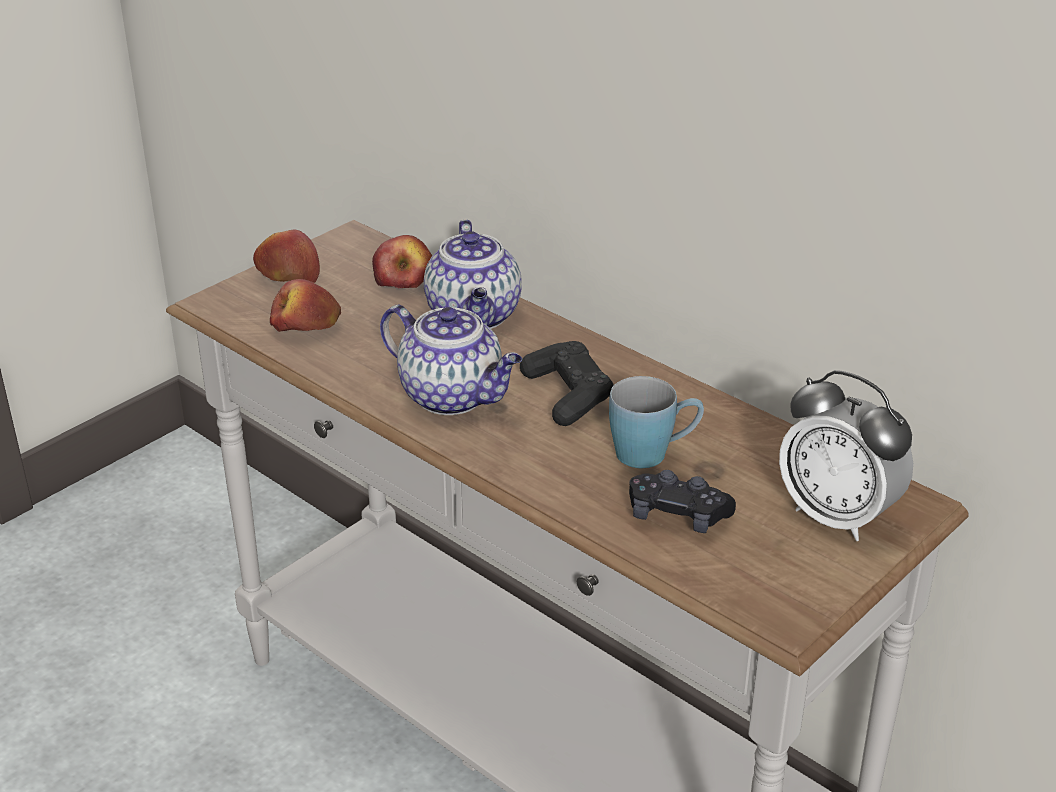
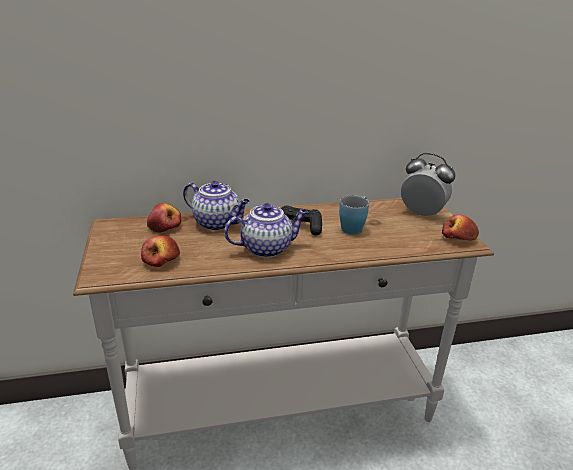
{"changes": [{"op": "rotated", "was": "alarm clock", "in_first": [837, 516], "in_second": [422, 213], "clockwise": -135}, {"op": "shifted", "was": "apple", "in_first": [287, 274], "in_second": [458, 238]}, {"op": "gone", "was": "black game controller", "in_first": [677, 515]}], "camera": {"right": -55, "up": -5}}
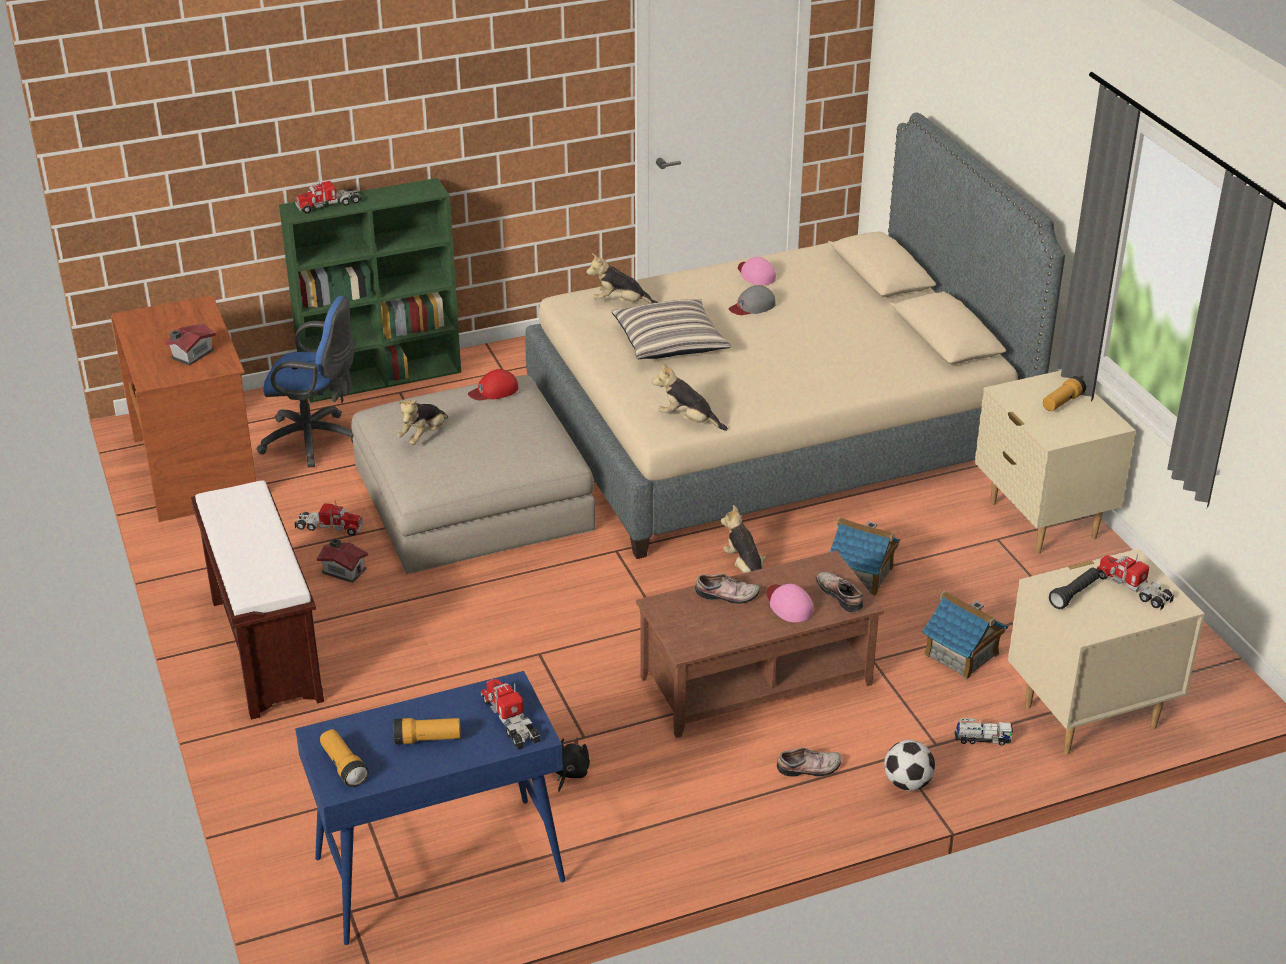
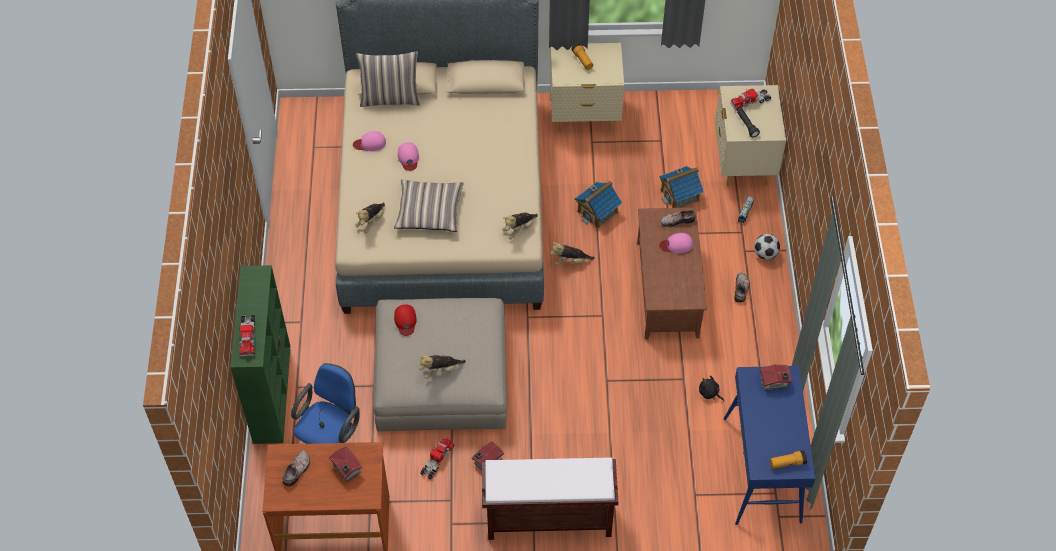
{"changes": [{"op": "shifted", "was": "shoe", "in_first": [727, 596], "in_second": [297, 470]}, {"op": "new", "now": "pillow", "in_second": [390, 98]}, {"op": "repainted", "was": "grey cap", "now": "pink cap", "in_first": [752, 306], "in_second": [408, 157]}, {"op": "rotated", "was": "plush toy", "in_first": [423, 436], "in_second": [440, 371], "clockwise": 105}, {"op": "swapped", "was": "toy truck", "now": "toy house", "in_first": [510, 720], "in_second": [774, 382]}, {"op": "gone", "was": "flashlight", "in_first": [427, 739]}], "camera": {"right": -70, "up": 20}}
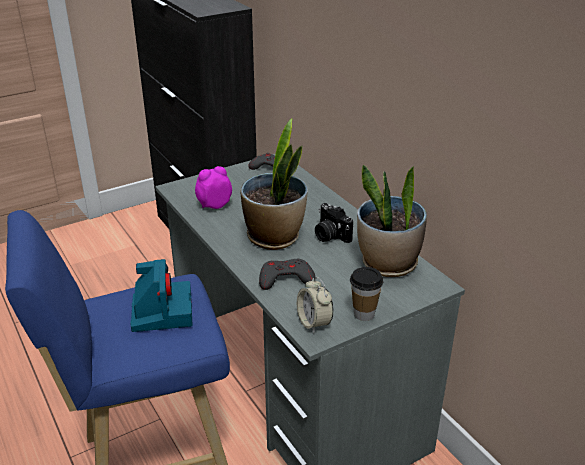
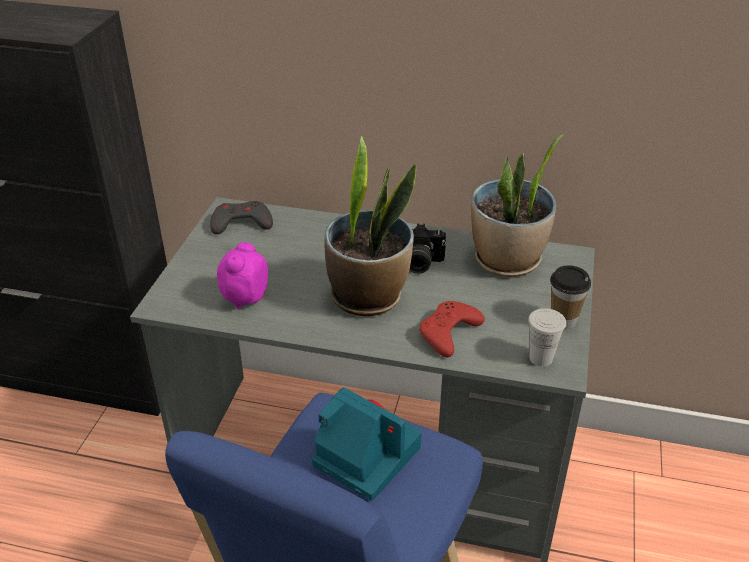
{"changes": [{"op": "repainted", "was": "grey game controller", "now": "red game controller", "in_first": [285, 279], "in_second": [448, 332]}, {"op": "swapped", "was": "alarm clock", "now": "white cup", "in_first": [314, 323], "in_second": [541, 358]}], "camera": {"right": -45, "up": 5}}
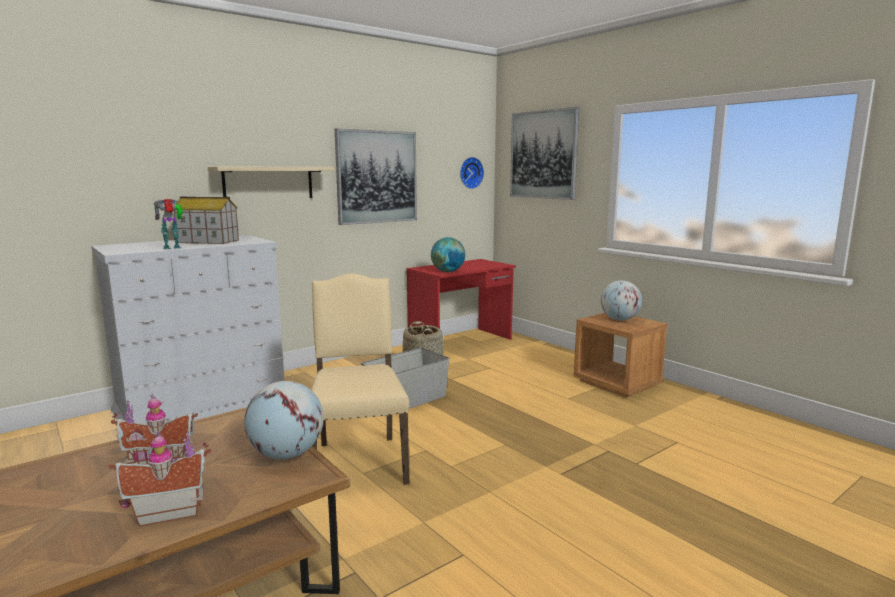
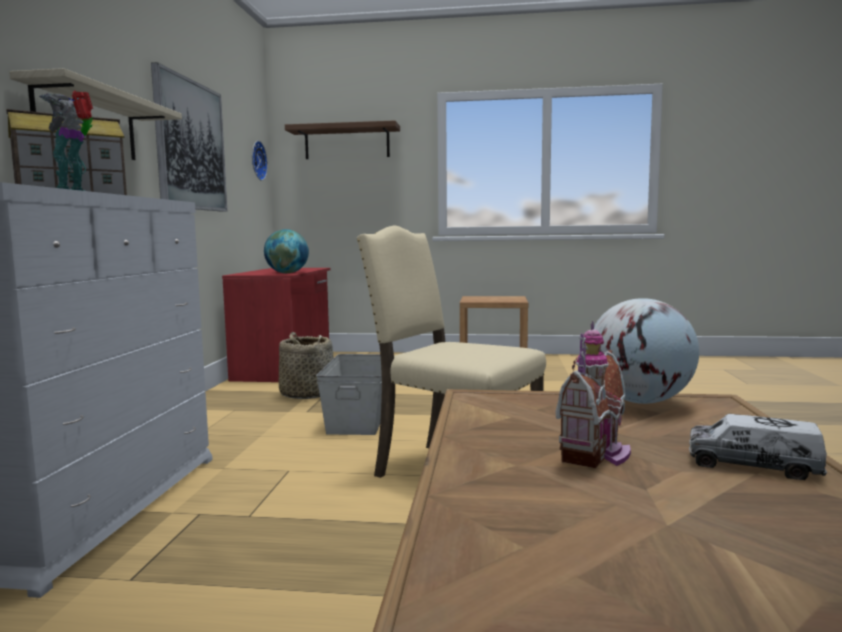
{"changes": [{"op": "swapped", "was": "picture", "now": "brown shelf", "in_first": [543, 154], "in_second": [347, 142]}, {"op": "swapped", "was": "toy house", "now": "toy truck", "in_first": [168, 512], "in_second": [752, 465]}, {"op": "gone", "was": "globe", "in_first": [619, 319]}], "camera": {"right": -45, "up": -5}}
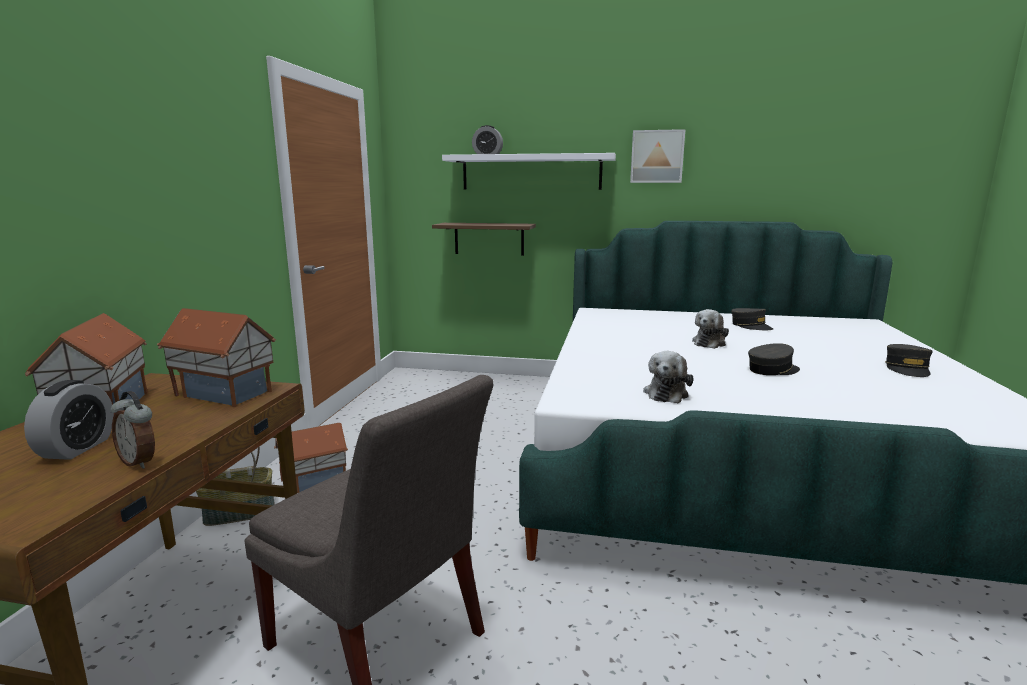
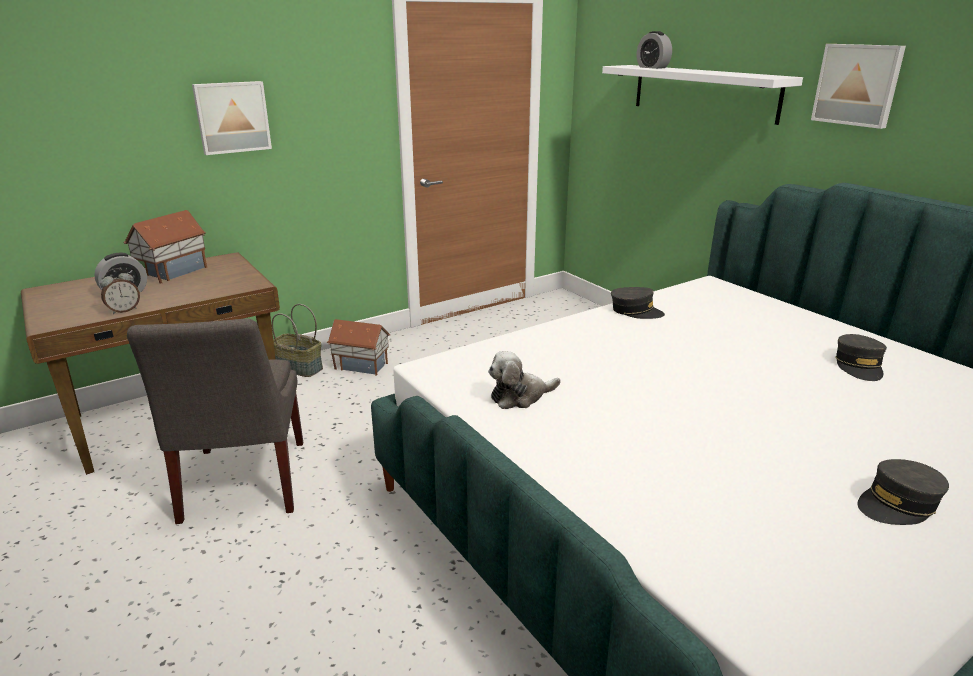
{"changes": [{"op": "rotated", "was": "alarm clock", "in_first": [140, 462], "in_second": [124, 310], "clockwise": -120}, {"op": "new", "now": "picture", "in_second": [232, 117]}, {"op": "shifted", "was": "grey cap", "in_first": [772, 370], "in_second": [635, 311]}, {"op": "gone", "was": "toy house", "in_first": [226, 392]}, {"op": "gone", "was": "shelf", "in_first": [489, 239]}, {"op": "gone", "was": "plush toy", "in_first": [710, 343]}], "camera": {"right": 45, "up": 10}}
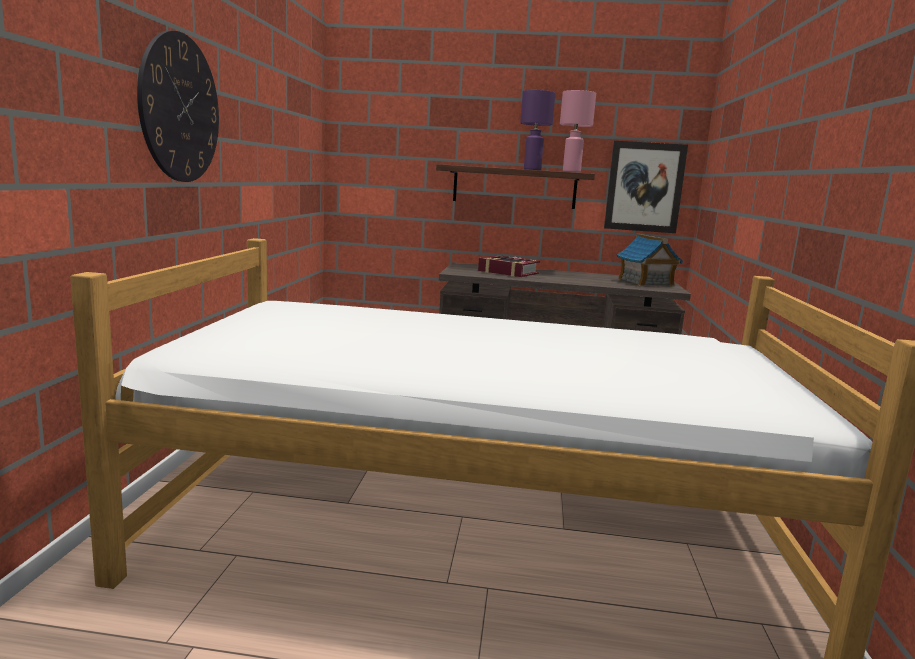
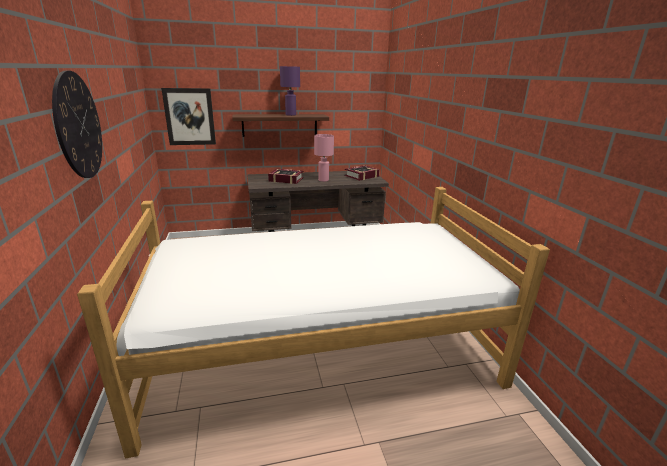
{"changes": [{"op": "shifted", "was": "picture", "in_first": [644, 187], "in_second": [189, 117]}, {"op": "shifted", "was": "pink table lamp", "in_first": [572, 172], "in_second": [323, 180]}, {"op": "swapped", "was": "toy house", "now": "book", "in_first": [645, 282], "in_second": [362, 176]}], "camera": {"right": -20, "up": 10}}
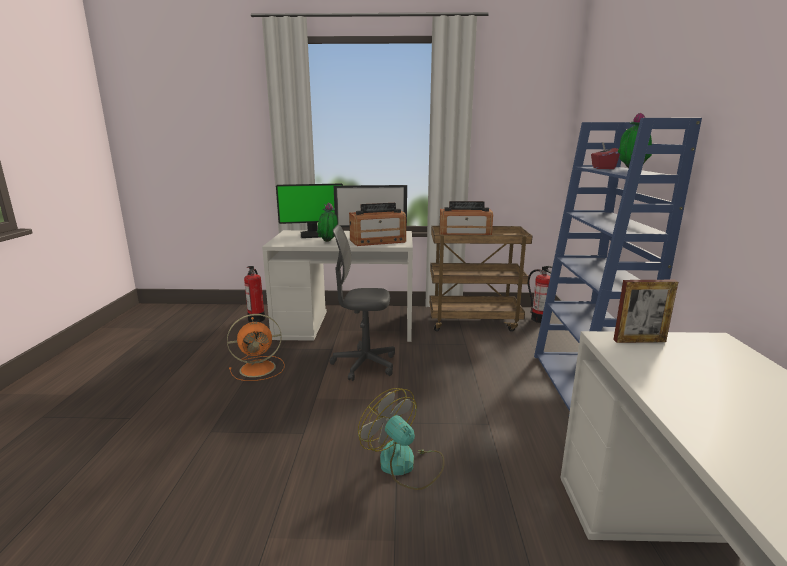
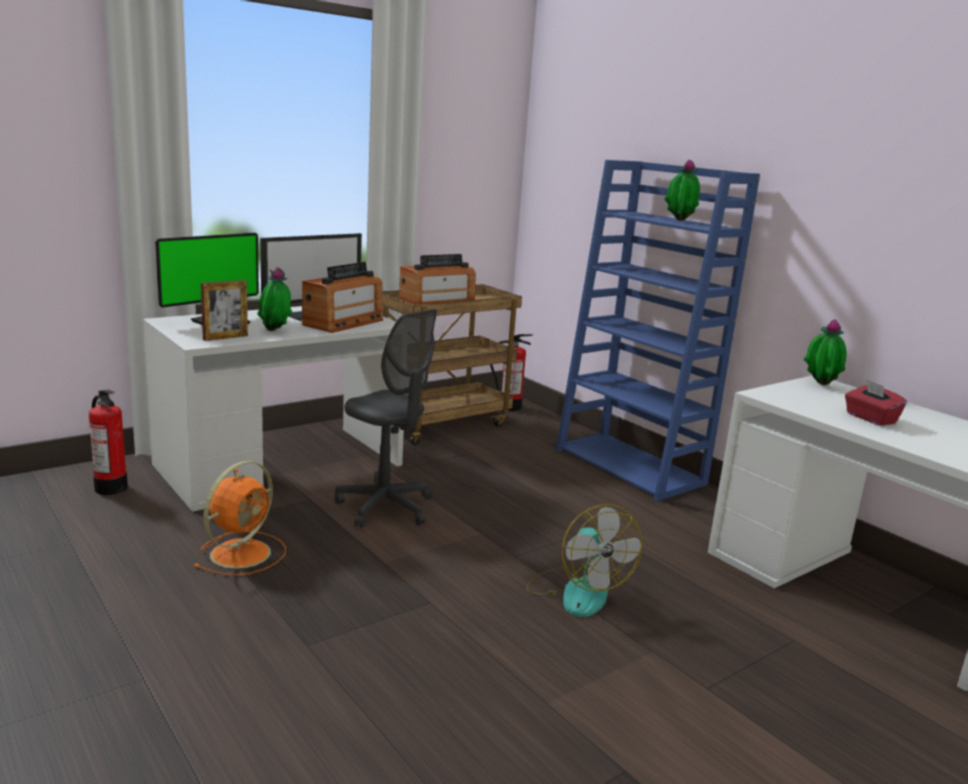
{"changes": [{"op": "shifted", "was": "picture frame", "in_first": [639, 341], "in_second": [225, 337]}, {"op": "rotated", "was": "grey office chair", "in_first": [364, 364], "in_second": [385, 507], "clockwise": -105}, {"op": "rotated", "was": "fan", "in_first": [404, 465], "in_second": [577, 591], "clockwise": -120}, {"op": "new", "now": "potted plant", "in_second": [819, 385]}, {"op": "shifted", "was": "red tissue box", "in_first": [602, 168], "in_second": [870, 418]}], "camera": {"right": -40, "up": 0}}
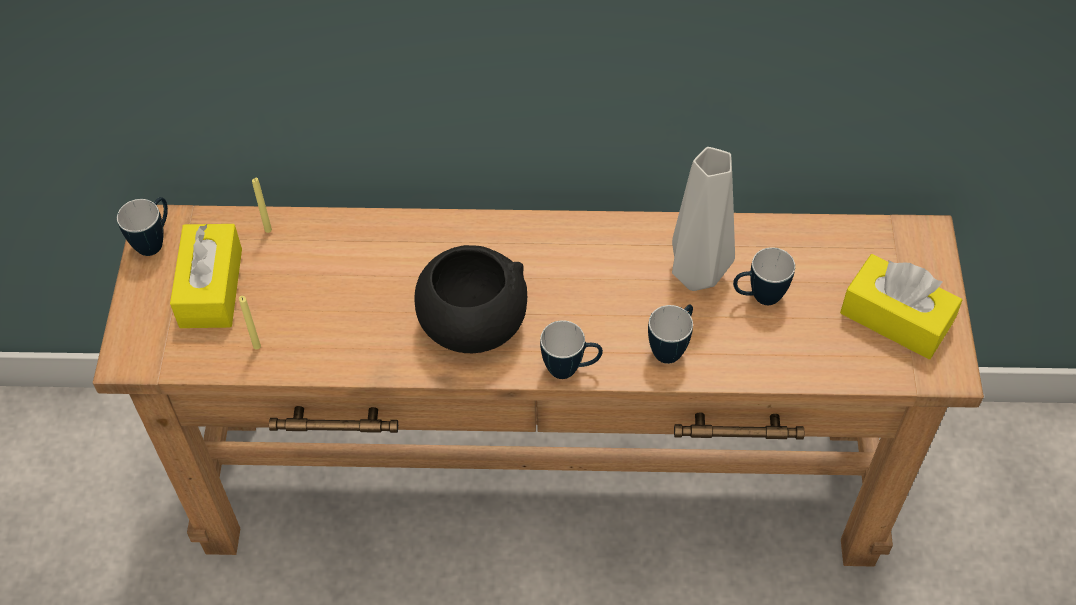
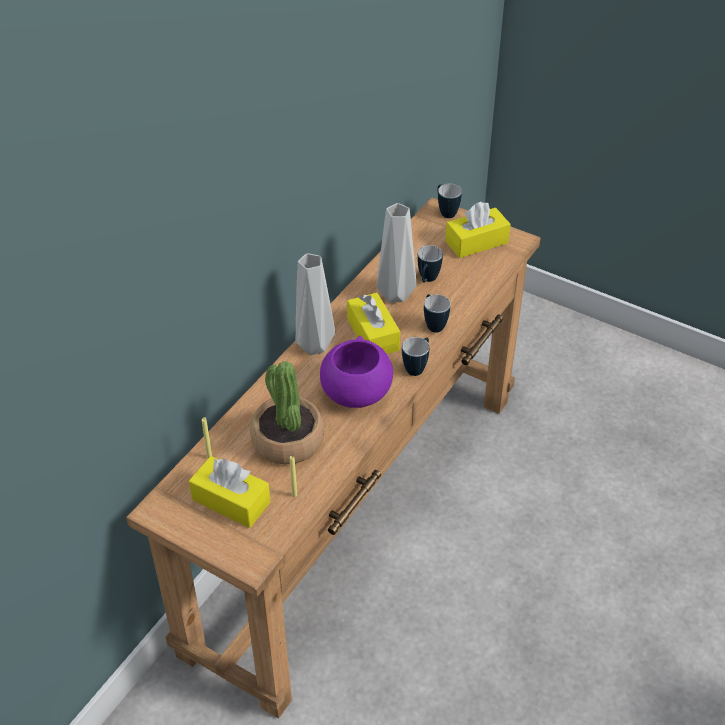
{"changes": [{"op": "new", "now": "potted plant", "in_second": [287, 440]}, {"op": "new", "now": "grey vase", "in_second": [316, 346]}, {"op": "repainted", "was": "black bowl", "now": "purple bowl", "in_first": [472, 324], "in_second": [356, 394]}, {"op": "new", "now": "yellow tissue box", "in_second": [373, 335]}, {"op": "shifted", "was": "mug", "in_first": [155, 241], "in_second": [445, 212]}], "camera": {"right": -60, "up": -10}}
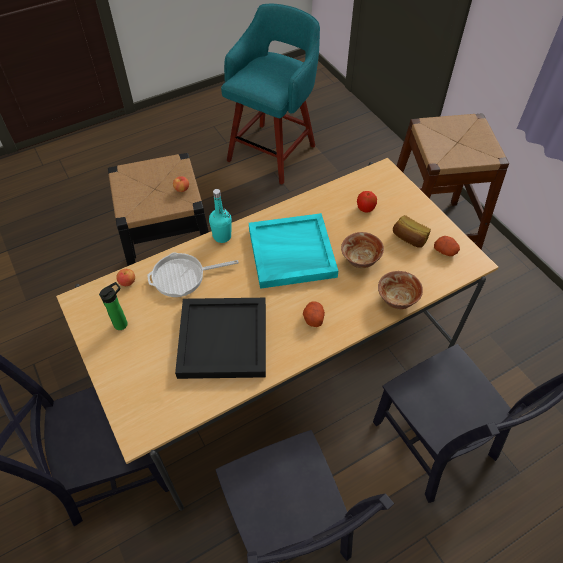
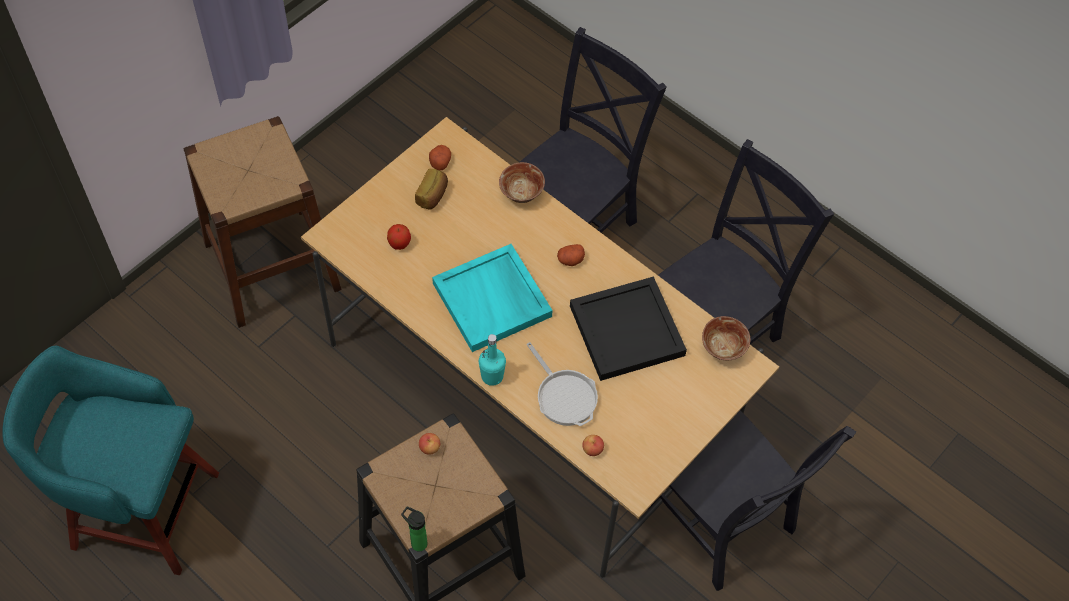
{"changes": [{"op": "shifted", "was": "bottle", "in_first": [122, 323], "in_second": [417, 542]}, {"op": "shifted", "was": "bowl", "in_first": [360, 261], "in_second": [723, 349]}], "camera": {"right": -110, "up": 5}}
